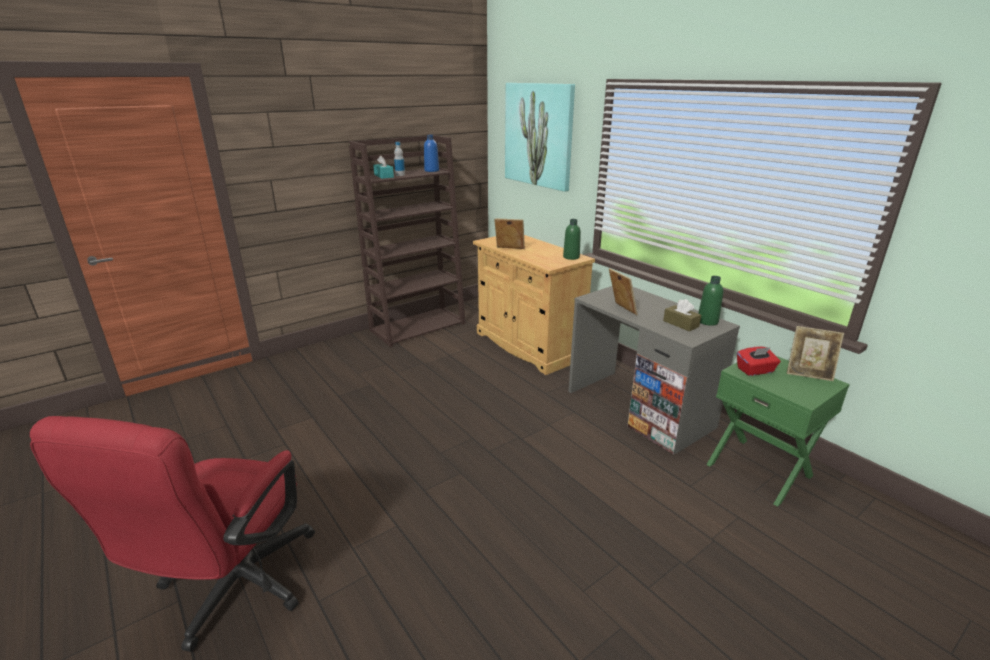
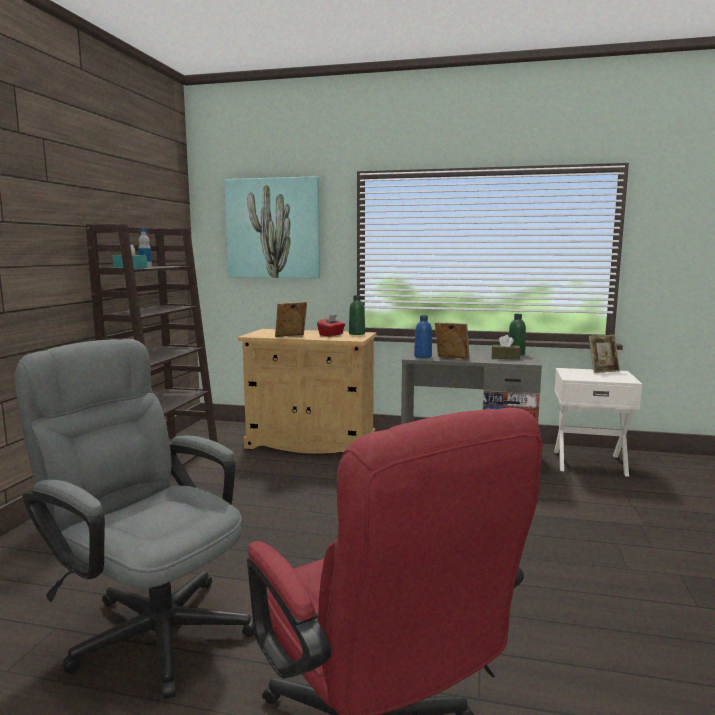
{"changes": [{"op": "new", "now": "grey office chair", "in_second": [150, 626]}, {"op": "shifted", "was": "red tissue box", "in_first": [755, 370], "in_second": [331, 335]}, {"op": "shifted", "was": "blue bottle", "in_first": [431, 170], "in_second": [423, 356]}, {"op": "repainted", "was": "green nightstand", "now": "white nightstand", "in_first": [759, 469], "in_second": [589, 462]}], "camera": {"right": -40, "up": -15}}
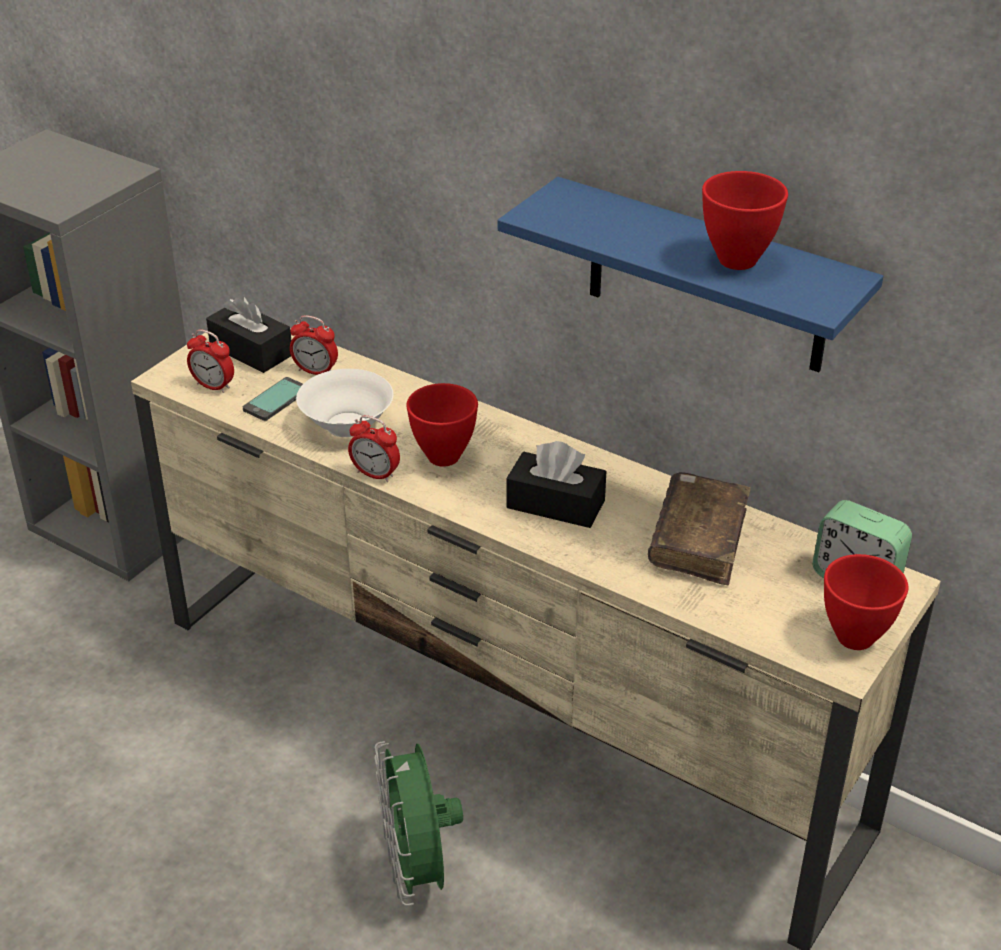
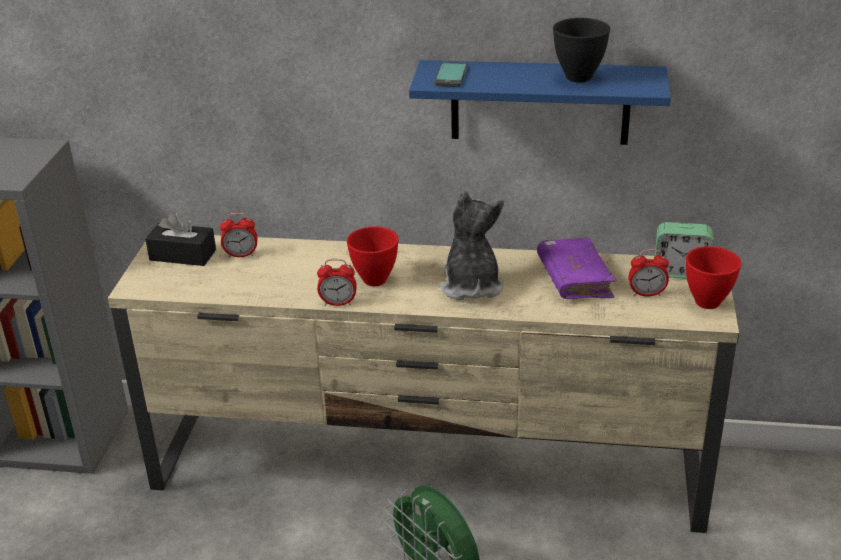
{"changes": [{"op": "shifted", "was": "phone", "in_first": [276, 400], "in_second": [451, 76]}, {"op": "swapped", "was": "black tissue box", "now": "plush toy", "in_first": [555, 504], "in_second": [471, 285]}, {"op": "repainted", "was": "brown book", "now": "purple book", "in_first": [698, 540], "in_second": [574, 279]}, {"op": "repainted", "was": "red bowl", "now": "black bowl", "in_first": [739, 260], "in_second": [579, 77]}, {"op": "shifted", "was": "alarm clock", "in_first": [213, 386], "in_second": [646, 294]}, {"op": "gone", "was": "white bowl", "in_first": [347, 424]}], "camera": {"right": -25, "up": -5}}
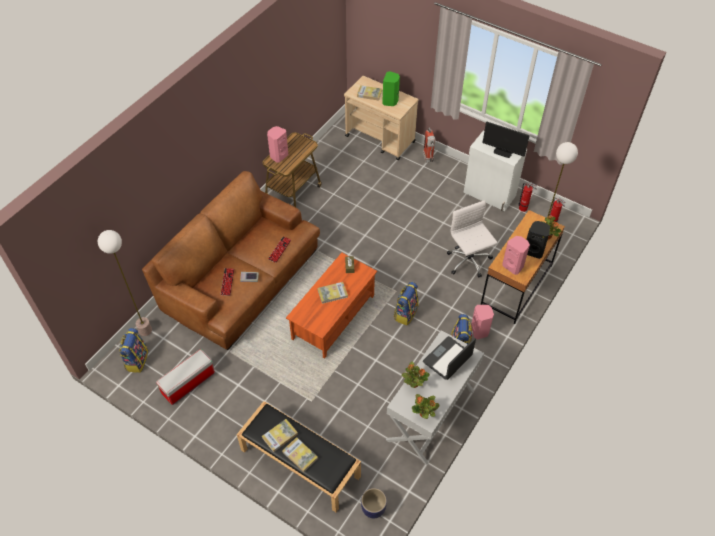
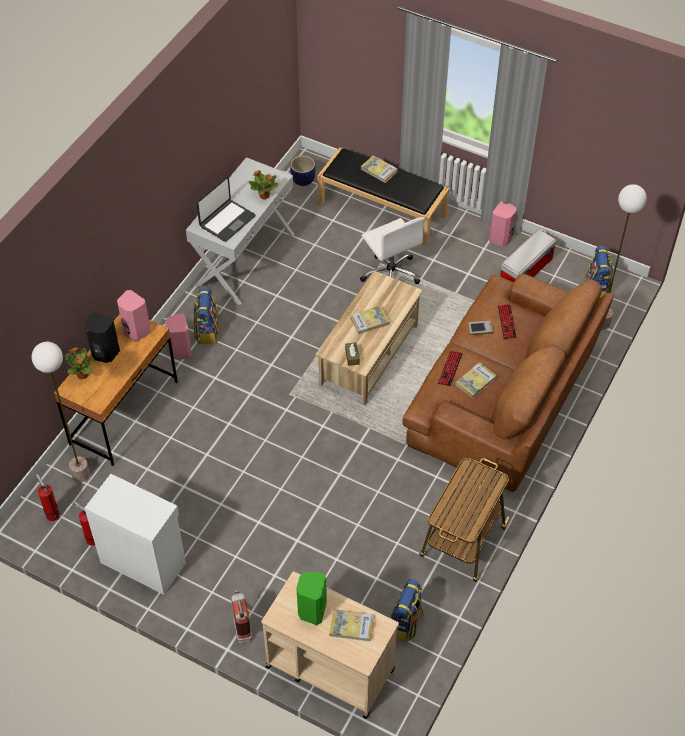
{"changes": [{"op": "repainted", "was": "orange coffee table", "now": "beige coffee table", "in_first": [333, 317], "in_second": [369, 355]}, {"op": "shifted", "was": "white office chair", "in_first": [469, 262], "in_second": [390, 274]}, {"op": "shifted", "was": "backpack", "in_first": [405, 313], "in_second": [405, 623]}, {"op": "shifted", "was": "book", "in_first": [280, 436], "in_second": [475, 381]}, {"op": "shifted", "was": "pink speaker", "in_first": [278, 156], "in_second": [501, 239]}, {"op": "gone", "was": "potted plant", "in_first": [424, 414]}, {"op": "gone", "was": "monitor", "in_first": [503, 152]}], "camera": {"right": 175, "up": 0}}
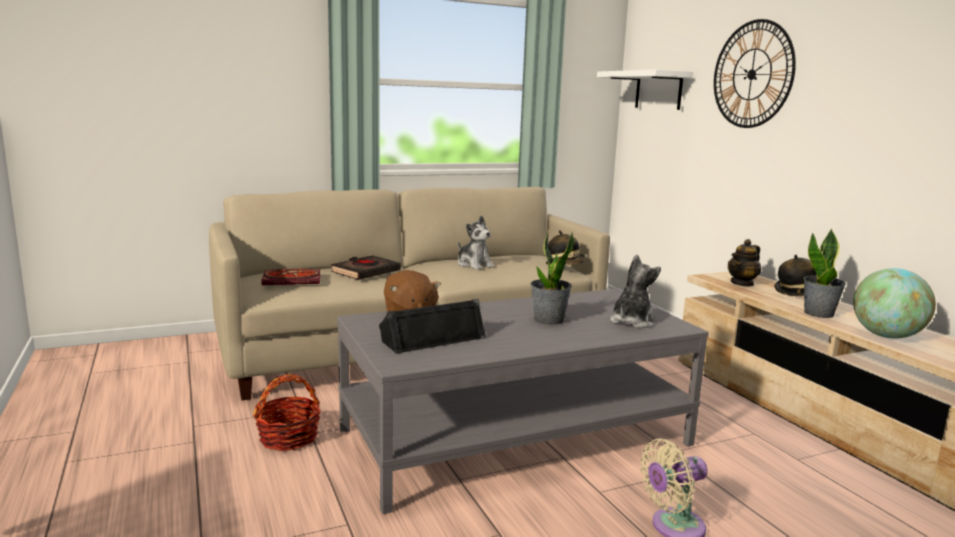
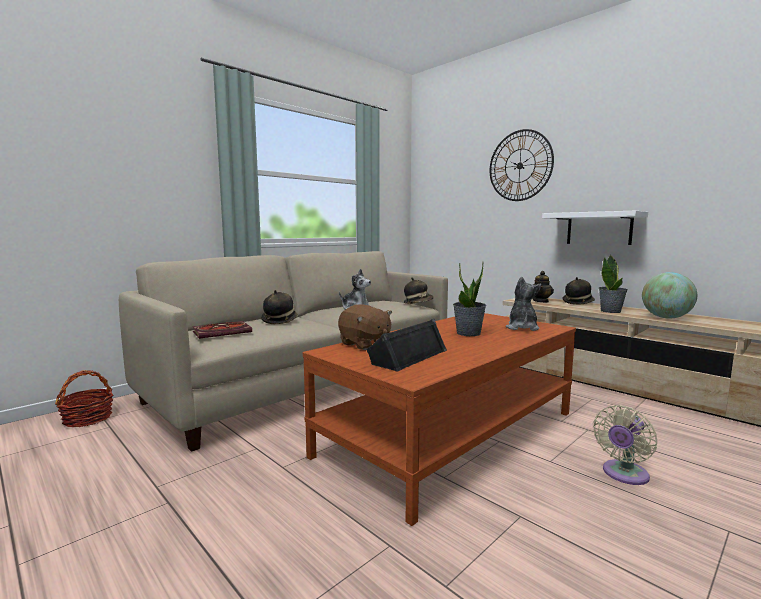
{"changes": [{"op": "shifted", "was": "basket", "in_first": [289, 438], "in_second": [88, 418]}, {"op": "swapped", "was": "black book", "now": "hat", "in_first": [365, 272], "in_second": [279, 320]}, {"op": "repainted", "was": "grey coffee table", "now": "brown coffee table", "in_first": [516, 437], "in_second": [452, 433]}, {"op": "shifted", "was": "white shelf", "in_first": [658, 90], "in_second": [599, 228]}], "camera": {"right": -20, "up": -5}}
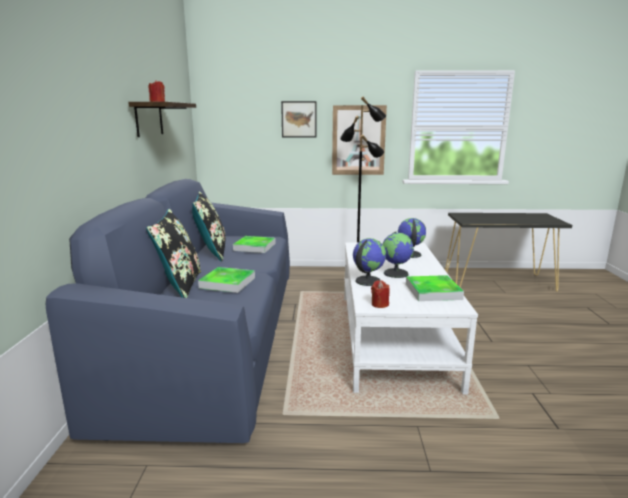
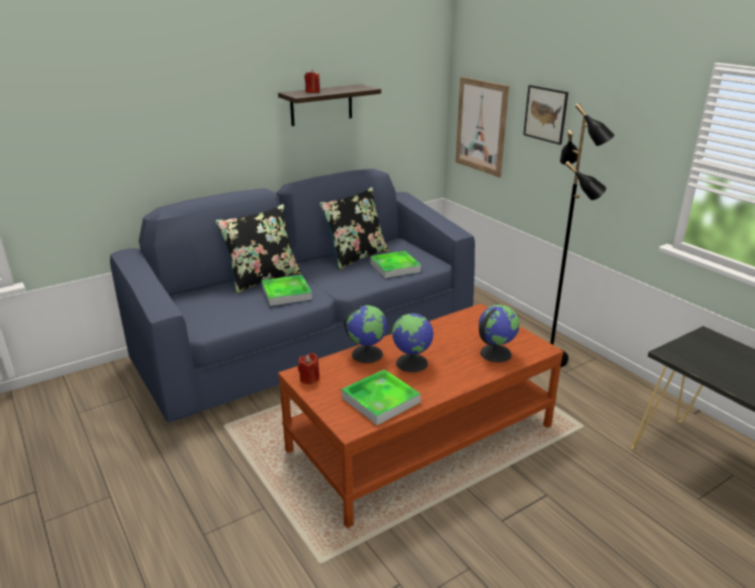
{"changes": [{"op": "repainted", "was": "white coffee table", "now": "brown coffee table", "in_first": [393, 337], "in_second": [422, 438]}, {"op": "shifted", "was": "picture", "in_first": [358, 140], "in_second": [481, 126]}], "camera": {"right": 55, "up": 10}}
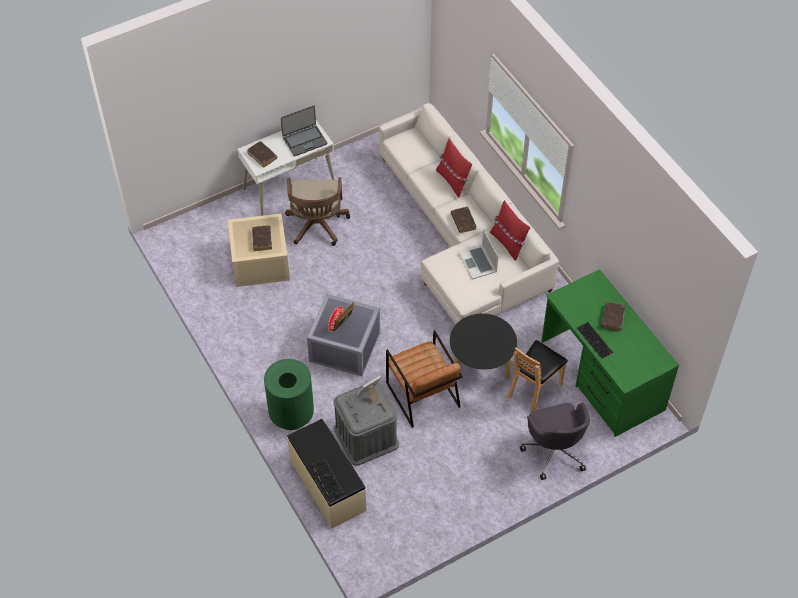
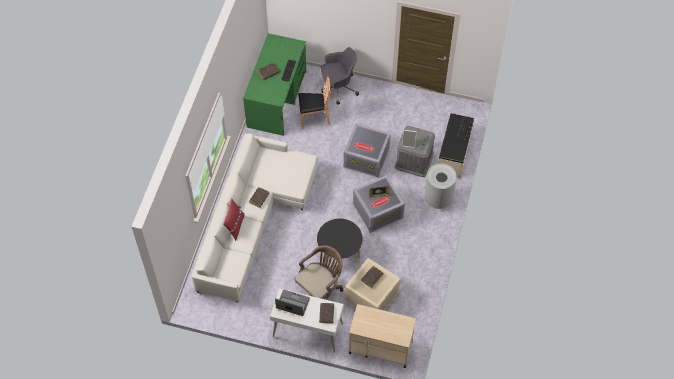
{"changes": [{"op": "shifted", "was": "black coffee table", "in_first": [481, 366], "in_second": [339, 252]}, {"op": "rotated", "was": "grey office chair", "in_first": [554, 450], "in_second": [338, 87], "clockwise": 45}, {"op": "swapped", "was": "brown armchair", "now": "grey storage box", "in_first": [422, 395], "in_second": [367, 157]}, {"op": "new", "now": "beige cart", "in_second": [380, 346]}, {"op": "repainted", "was": "green trash can", "now": "grey trash can", "in_first": [291, 414], "in_second": [438, 198]}, {"op": "gone", "was": "laptop", "in_first": [477, 262]}, {"op": "gone", "was": "red pillow", "in_first": [508, 243]}], "camera": {"right": -135, "up": 5}}
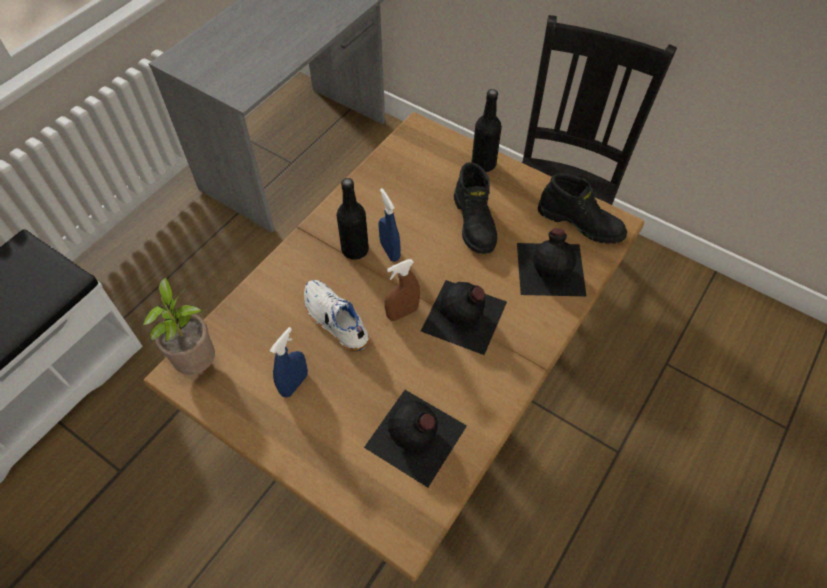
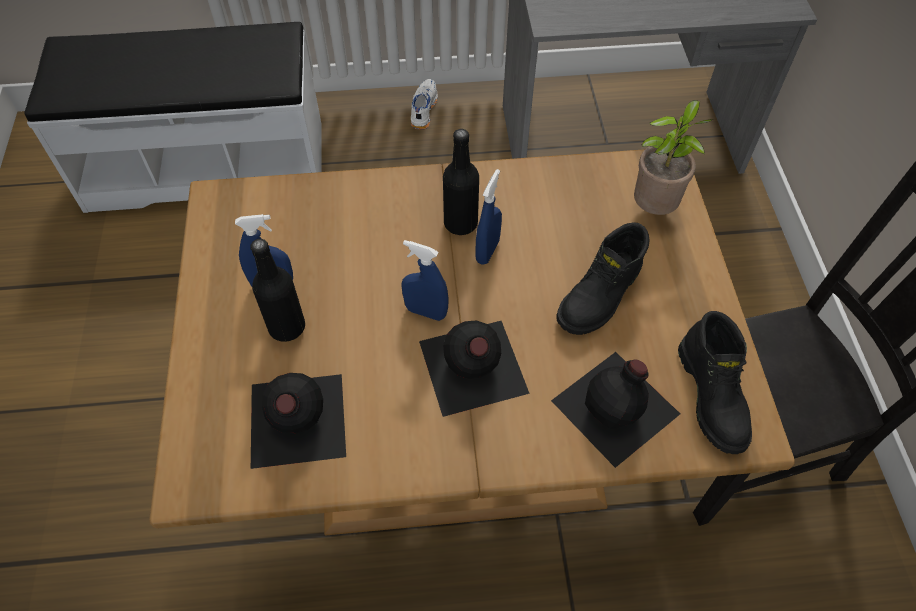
{"changes": [{"op": "shifted", "was": "black bottle", "in_first": [483, 164], "in_second": [287, 327]}, {"op": "repainted", "was": "brown spray bottle", "now": "blue spray bottle", "in_first": [402, 313], "in_second": [426, 312]}, {"op": "shifted", "was": "white shoe", "in_first": [335, 321], "in_second": [422, 109]}, {"op": "shifted", "was": "potted plant", "in_first": [199, 361], "in_second": [654, 208]}], "camera": {"right": 50, "up": 0}}
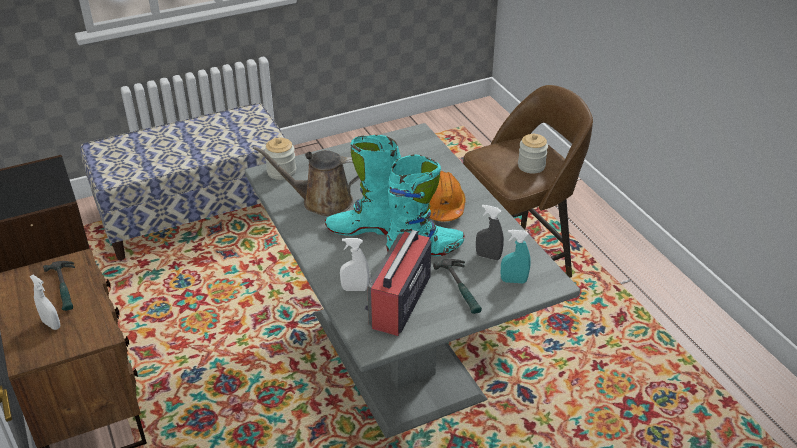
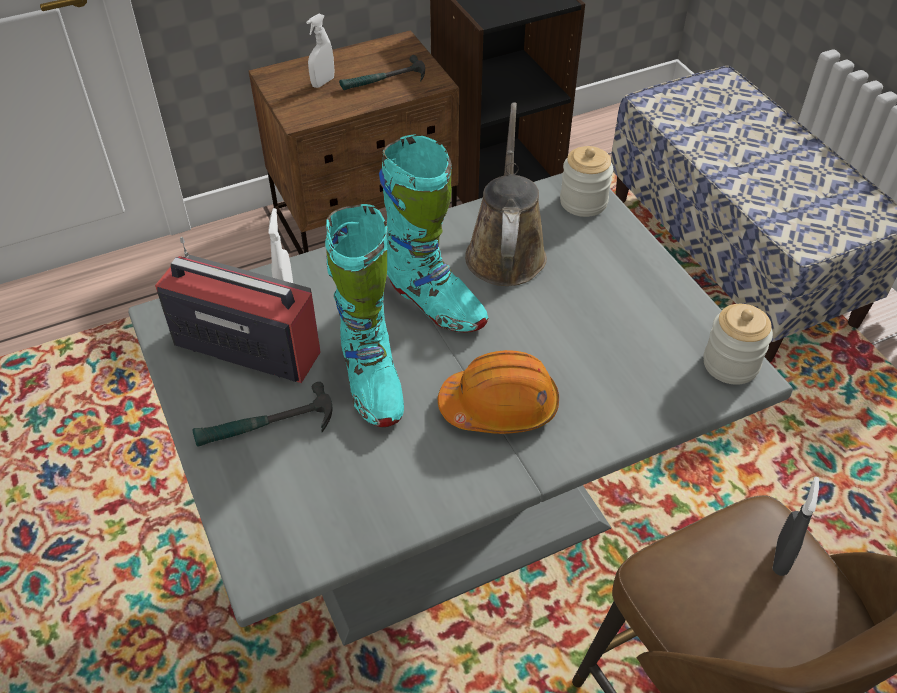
{"changes": [{"op": "rotated", "was": "turquoise boot", "in_first": [364, 228], "in_second": [434, 303], "clockwise": 135}, {"op": "shifted", "was": "jar", "in_first": [531, 166], "in_second": [730, 364]}, {"op": "shifted", "was": "grey spray bottle", "in_first": [488, 256], "in_second": [781, 557]}, {"op": "gone", "was": "turquoise spray bottle", "in_first": [513, 281]}], "camera": {"right": 90, "up": 10}}
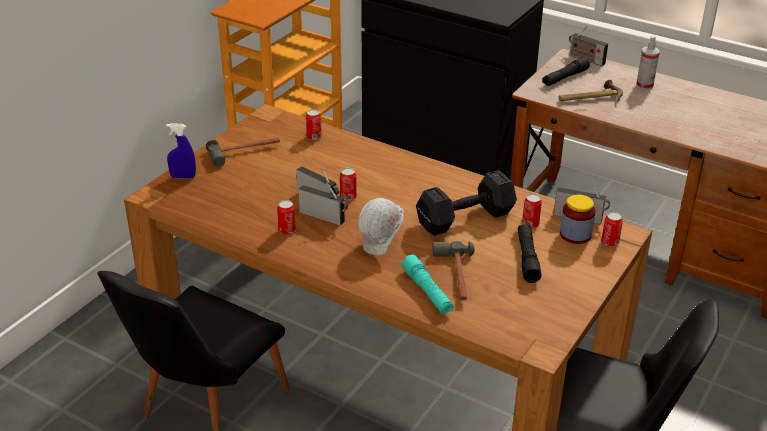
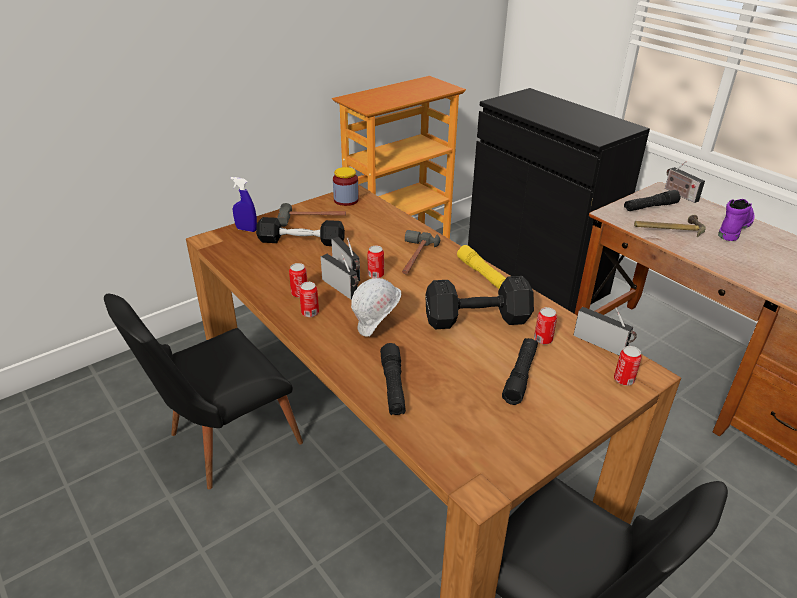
{"changes": [{"op": "new", "now": "black dumbbell", "in_second": [301, 241]}, {"op": "shifted", "was": "can", "in_first": [314, 137], "in_second": [310, 313]}, {"op": "shifted", "was": "jar", "in_first": [575, 234], "in_second": [346, 200]}, {"op": "repainted", "was": "turquoise flashlight", "now": "black flashlight", "in_first": [427, 292], "in_second": [393, 386]}, {"op": "shifted", "was": "hammer", "in_first": [456, 276], "in_second": [414, 258]}, {"op": "new", "now": "yellow flashlight", "in_second": [482, 274]}, {"op": "swapped", "was": "spray bottle", "now": "purple boot", "in_first": [644, 86], "in_second": [733, 227]}], "camera": {"right": 20, "up": 0}}
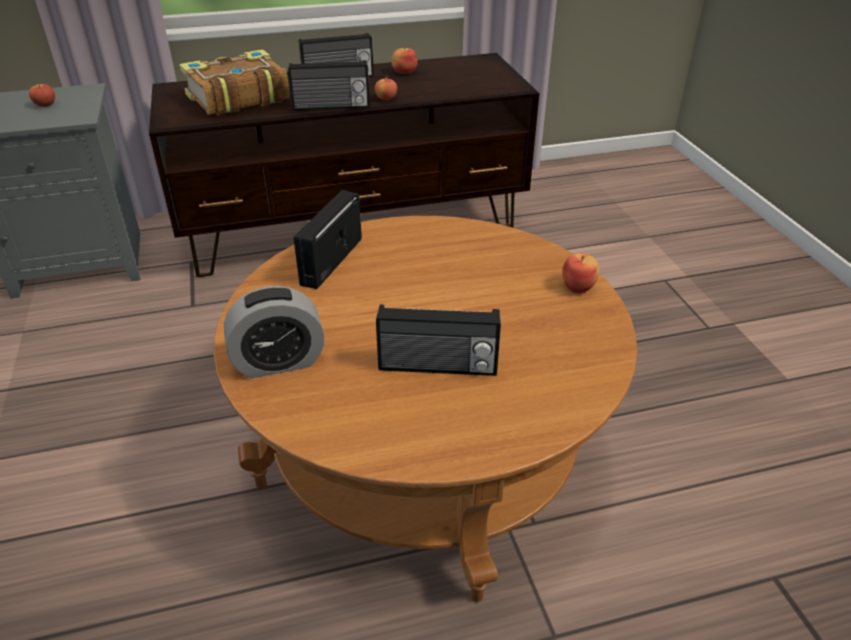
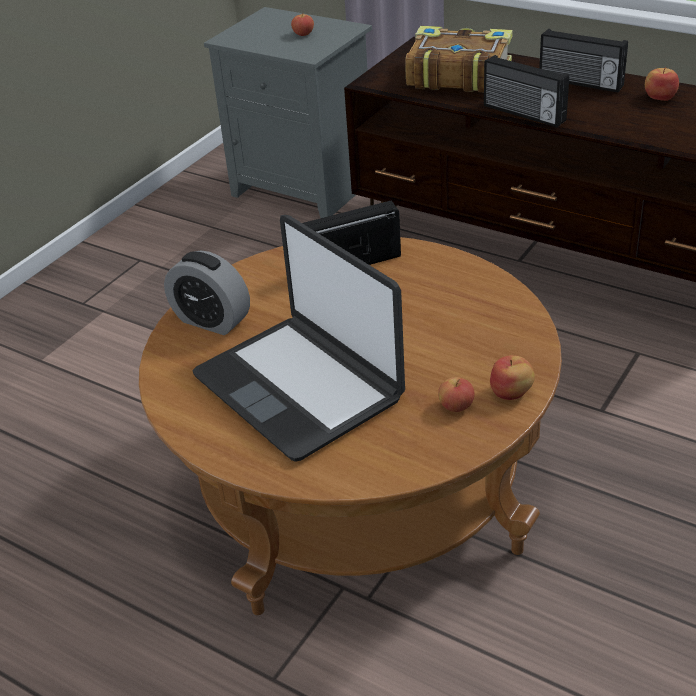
{"changes": [{"op": "swapped", "was": "radio", "now": "laptop", "in_first": [437, 367], "in_second": [299, 386]}, {"op": "shifted", "was": "apple", "in_first": [386, 98], "in_second": [456, 406]}], "camera": {"right": 50, "up": 0}}
